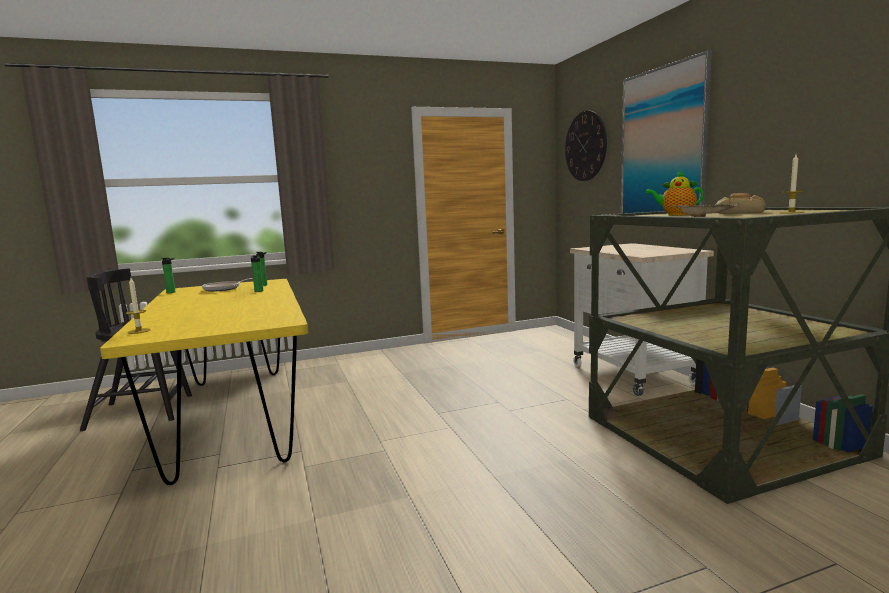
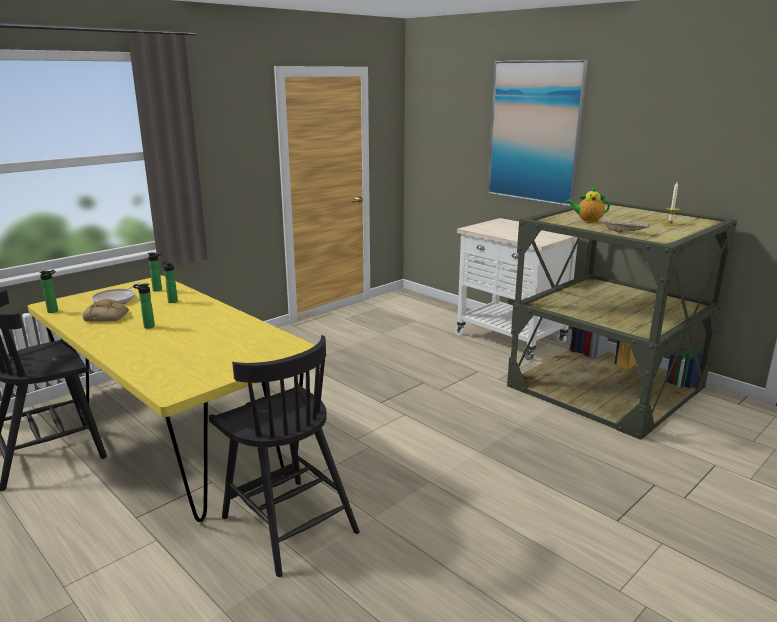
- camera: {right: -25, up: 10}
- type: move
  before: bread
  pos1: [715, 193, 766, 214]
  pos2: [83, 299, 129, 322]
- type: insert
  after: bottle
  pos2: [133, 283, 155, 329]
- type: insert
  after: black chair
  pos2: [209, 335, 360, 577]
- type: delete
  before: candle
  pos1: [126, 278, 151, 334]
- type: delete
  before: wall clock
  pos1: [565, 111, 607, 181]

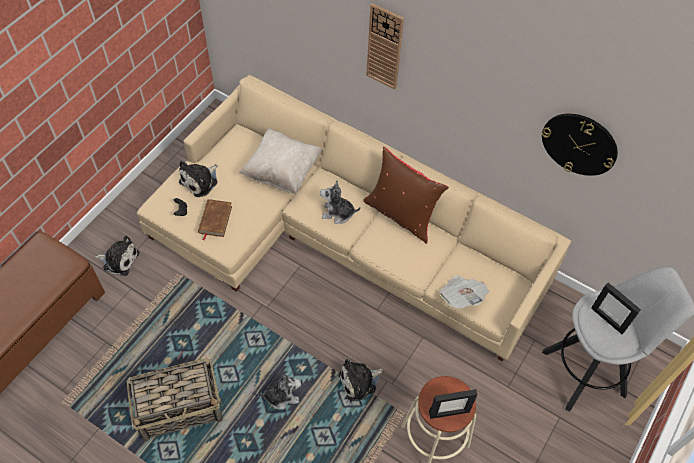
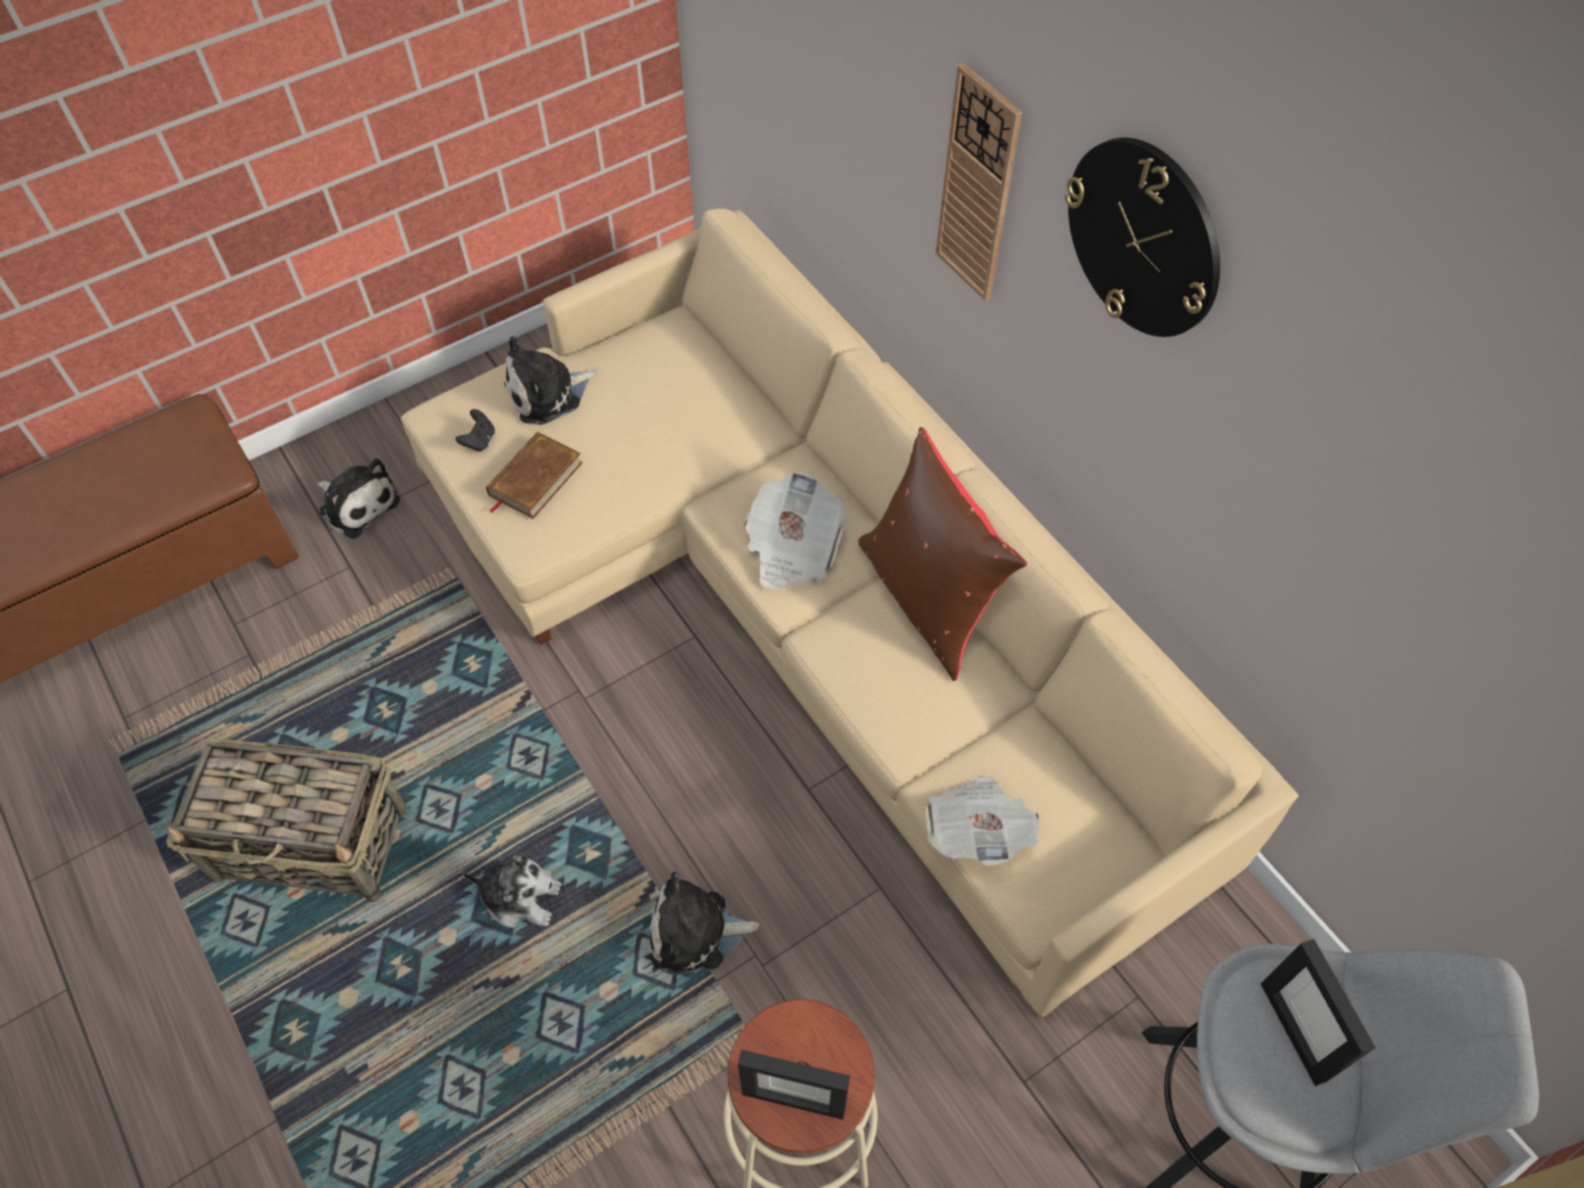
- camera: {right: 25, up: 0}
- type: replace
  before: plush toy
  after: newspaper
  pos1: [320, 180, 361, 224]
  pos2: [744, 471, 847, 589]
- type: move
  before: wall clock
  pos1: [542, 114, 618, 176]
  pos2: [1065, 138, 1220, 337]
- type: delete
  before: beige pillow
  pos1: [239, 128, 323, 194]

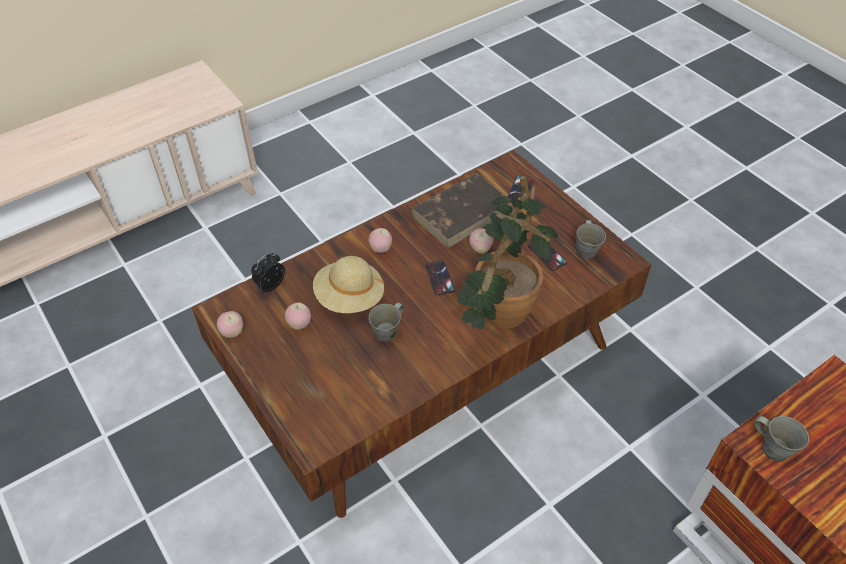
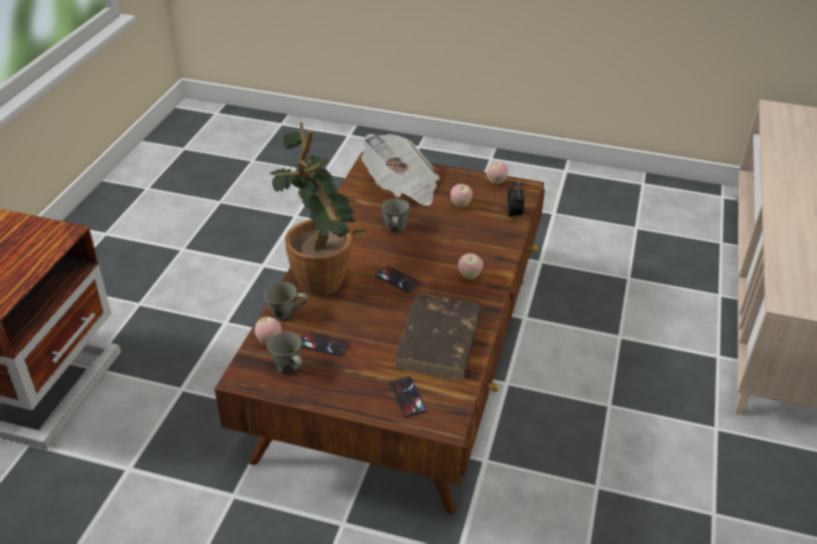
- camera: {right: 140, up: -10}
- type: move
  before: apple
  pos1: [469, 228, 493, 253]
  pos2: [255, 317, 282, 345]
- type: move
  before: grey mug
  pos1: [754, 416, 809, 462]
  pos2: [264, 282, 307, 321]
- type: insert
  after: newspaper
  pos2: [361, 134, 440, 206]
- type: delete
  before: beige hat
  pos1: [313, 256, 385, 313]

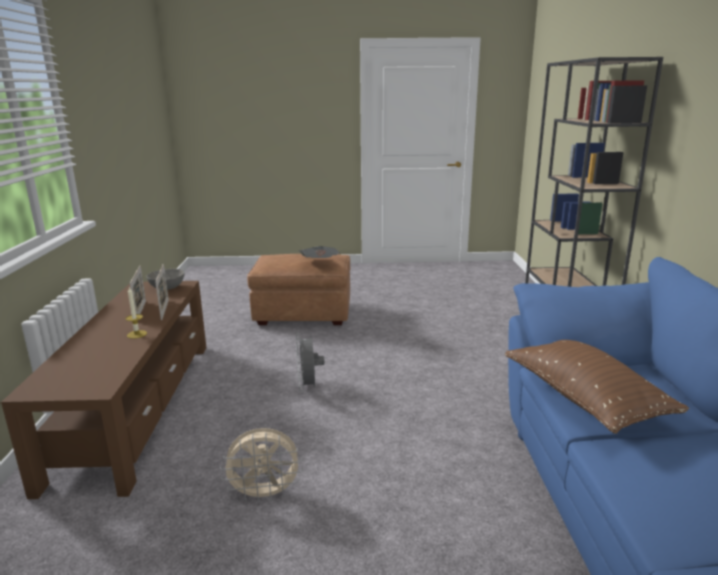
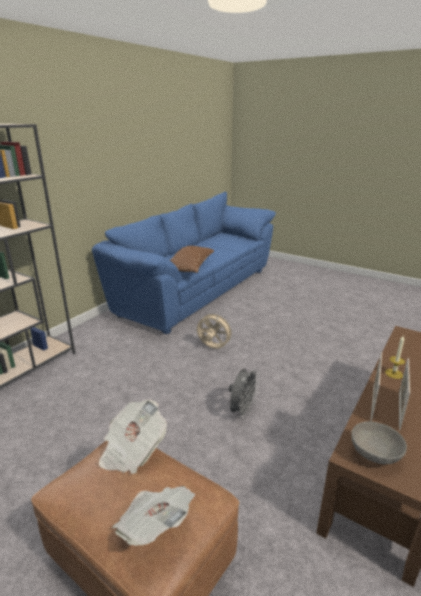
- camera: {right: -145, up: 5}
- type: insert
  after: newspaper
  pos2: [112, 486, 195, 546]
- type: move
  before: beige fan
  pos1: [220, 428, 303, 503]
  pos2: [197, 311, 234, 349]

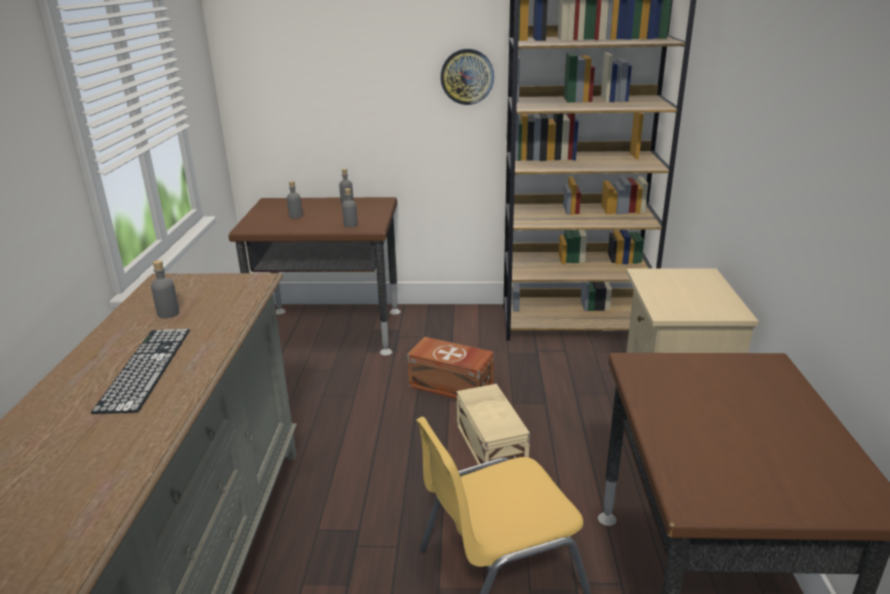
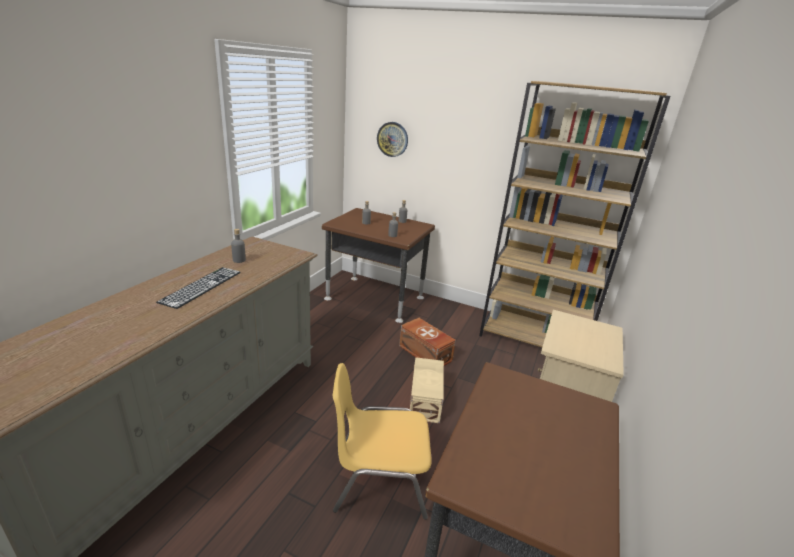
- camera: {right: 20, up: 0}
- type: move
  before: wall clock
  pos1: [440, 49, 494, 105]
  pos2: [377, 122, 408, 157]

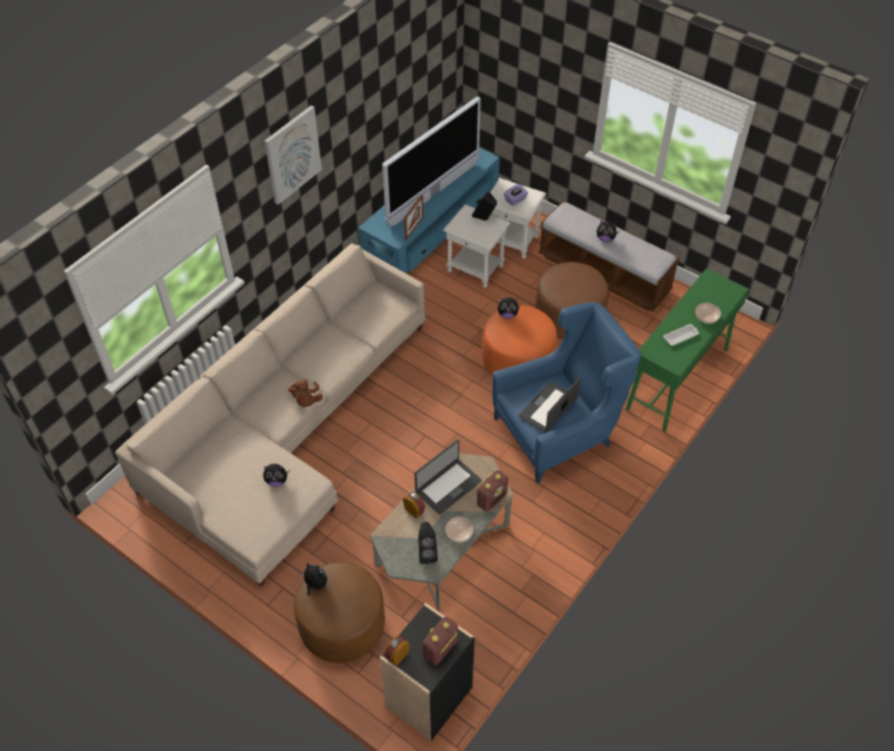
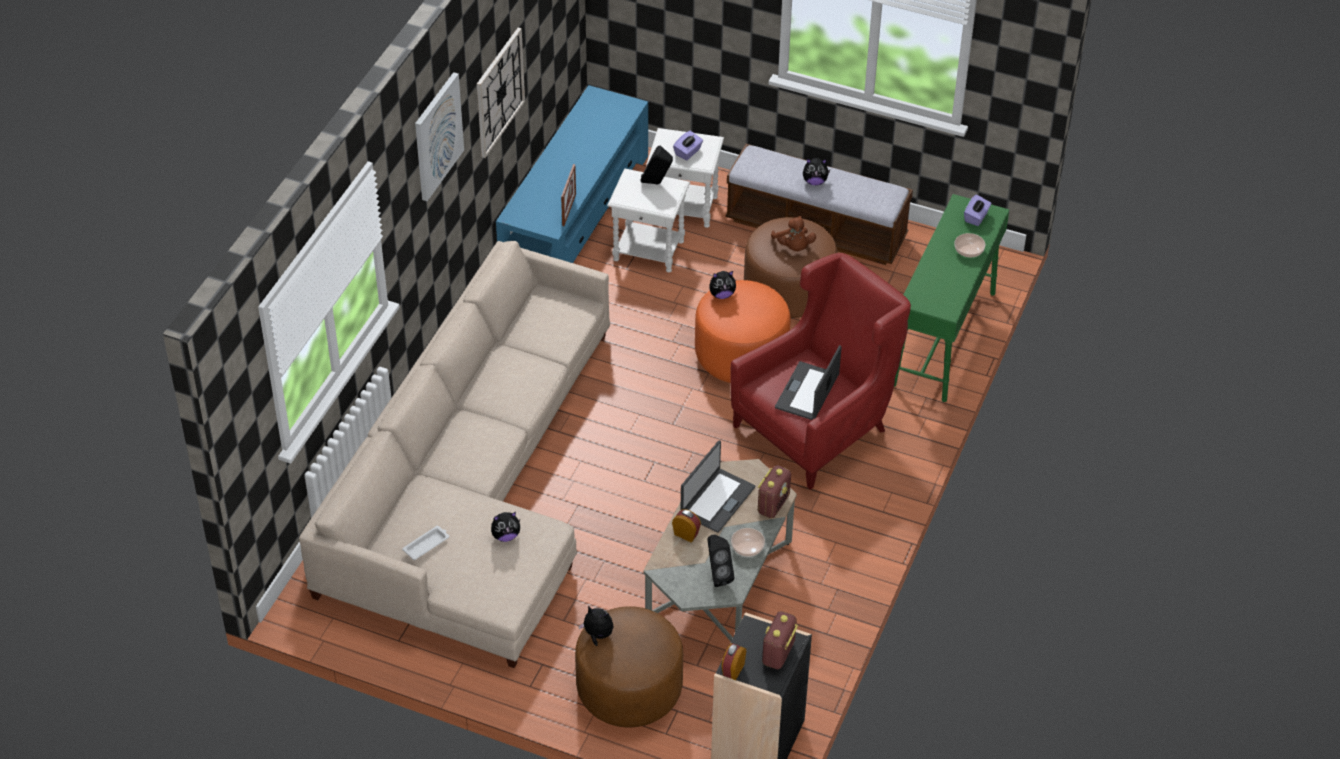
- camera: {right: -15, up: -5}
- type: move
  before: white tray
  pos1: [663, 324, 699, 346]
  pos2: [402, 526, 449, 560]
- type: insert
  after: wall clock
  pos2: [477, 28, 525, 158]
- type: recolor
  before: blue armchair
  after: red armchair
  pos1: [492, 302, 641, 484]
  pos2: [731, 253, 911, 490]
- type: move
  before: brown plush toy
  pos1: [288, 379, 323, 407]
  pos2: [771, 216, 816, 251]
- type: insert
  after: purple tissue box
  pos2: [964, 194, 991, 226]
- type: delete
  before: television
  pos1: [382, 97, 481, 226]

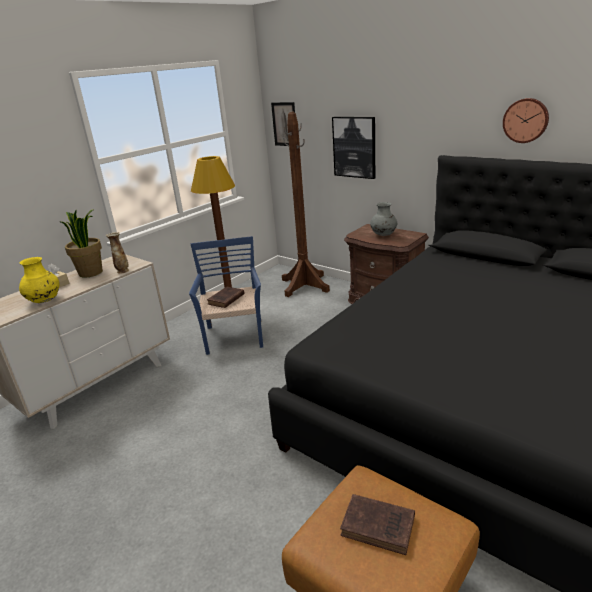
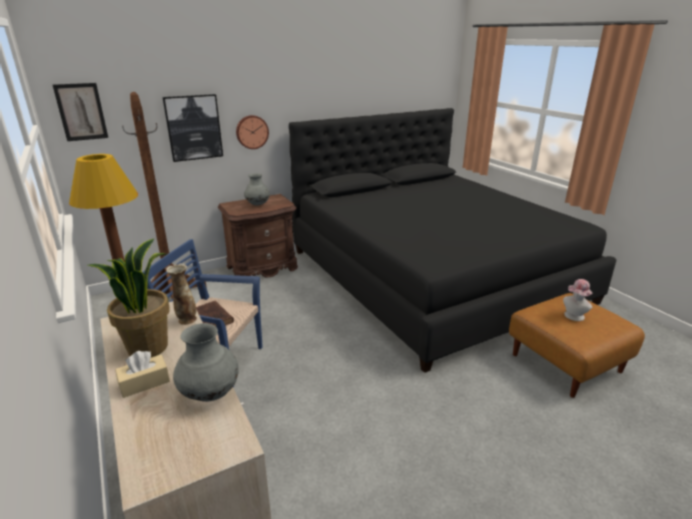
- camera: {right: -70, up: 0}
- type: recolor
  before: yellow vase
  after: grey vase
  pos1: [19, 257, 59, 303]
  pos2: [173, 323, 239, 402]
- type: move
  before: wall clock
  pos1: [503, 98, 549, 143]
  pos2: [236, 115, 269, 149]
- type: replace
  before: brown book
  after: hat
  pos1: [340, 494, 415, 555]
  pos2: [563, 279, 593, 321]

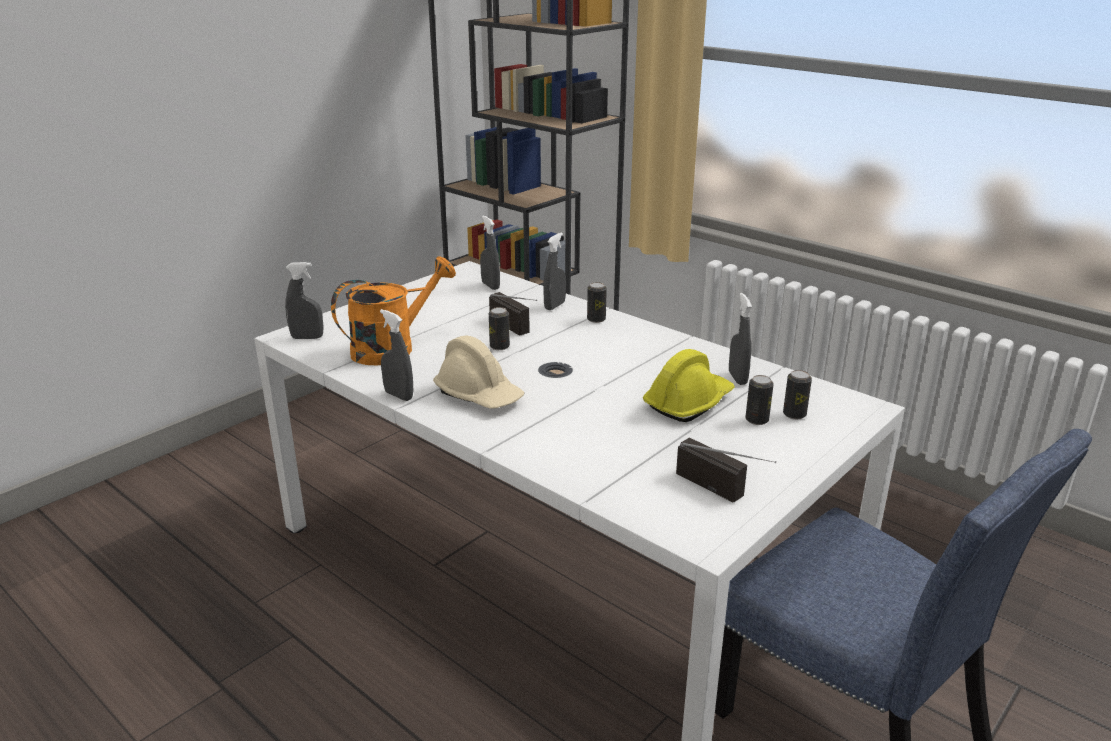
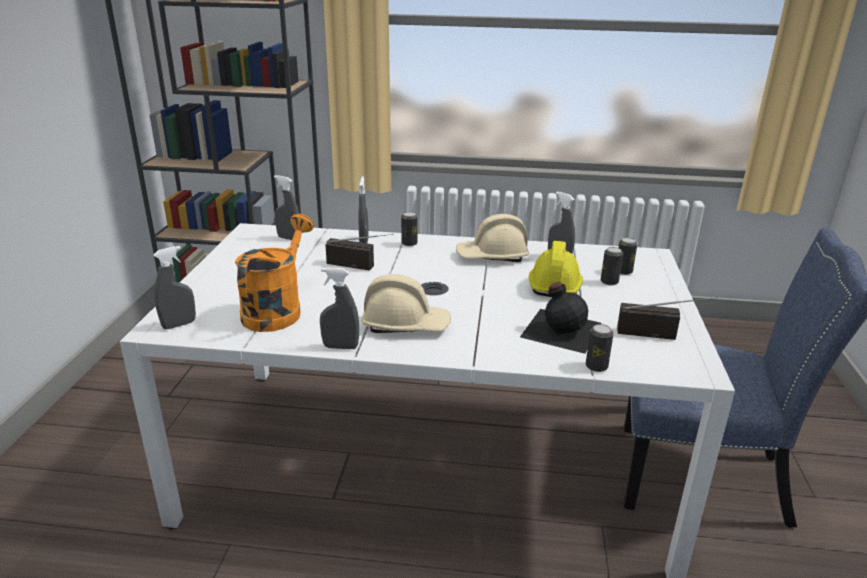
- camera: {right: -35, up: 0}
- type: insert
  after: beige hard hat
  pos2: [456, 214, 529, 262]
- type: insert
  after: black bottle
  pos2: [520, 282, 602, 354]
- type: move
  before: can
  pos1: [489, 307, 510, 350]
  pos2: [586, 324, 614, 372]

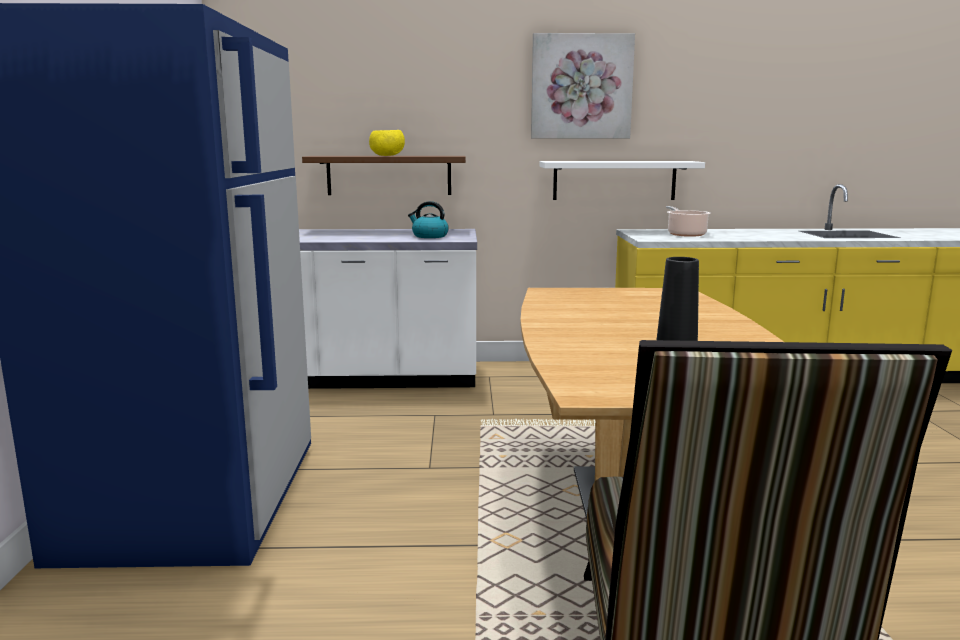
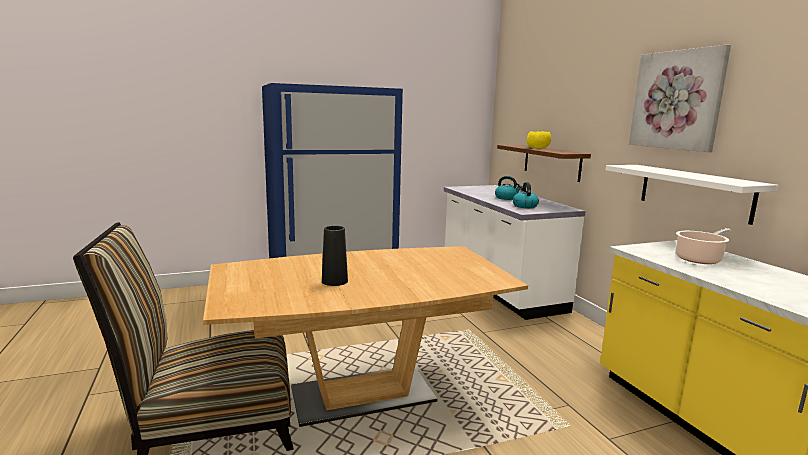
- camera: {right: 70, up: 0}
- type: insert
  after: kettle
  pos2: [495, 176, 522, 200]

